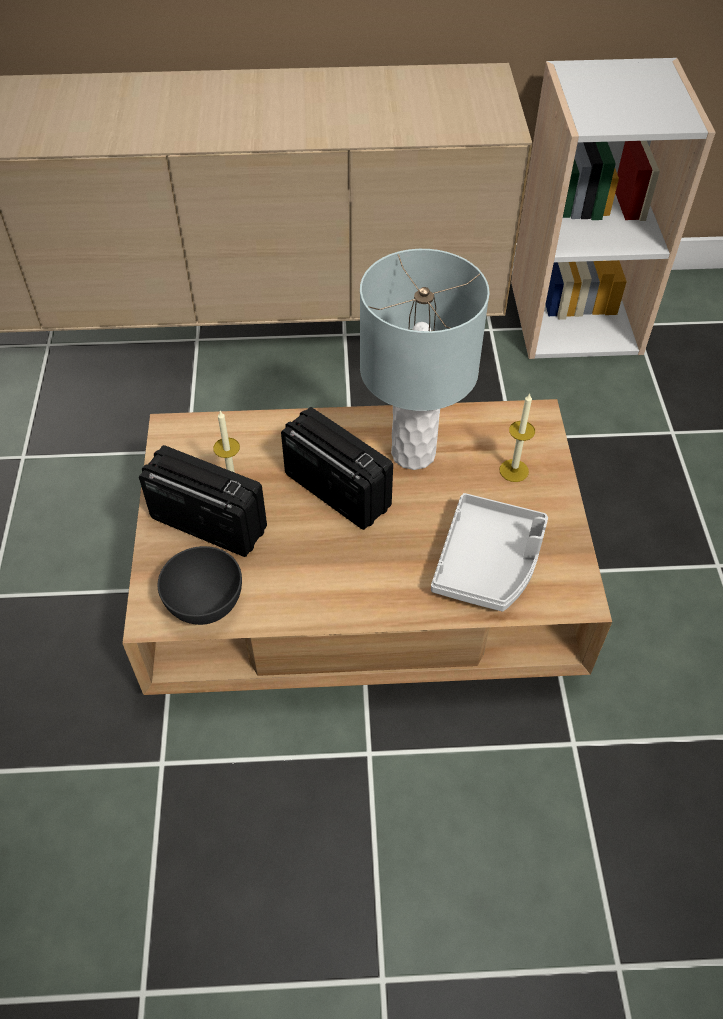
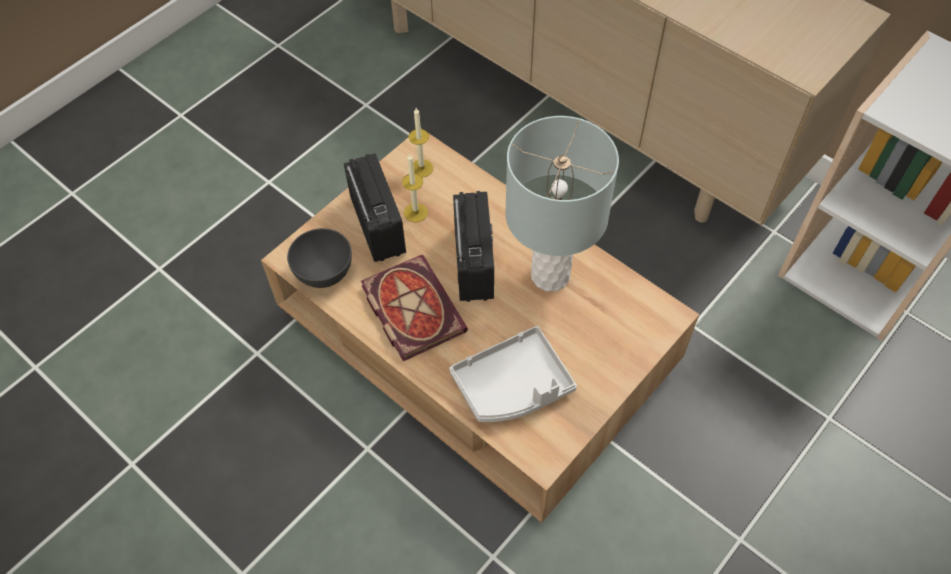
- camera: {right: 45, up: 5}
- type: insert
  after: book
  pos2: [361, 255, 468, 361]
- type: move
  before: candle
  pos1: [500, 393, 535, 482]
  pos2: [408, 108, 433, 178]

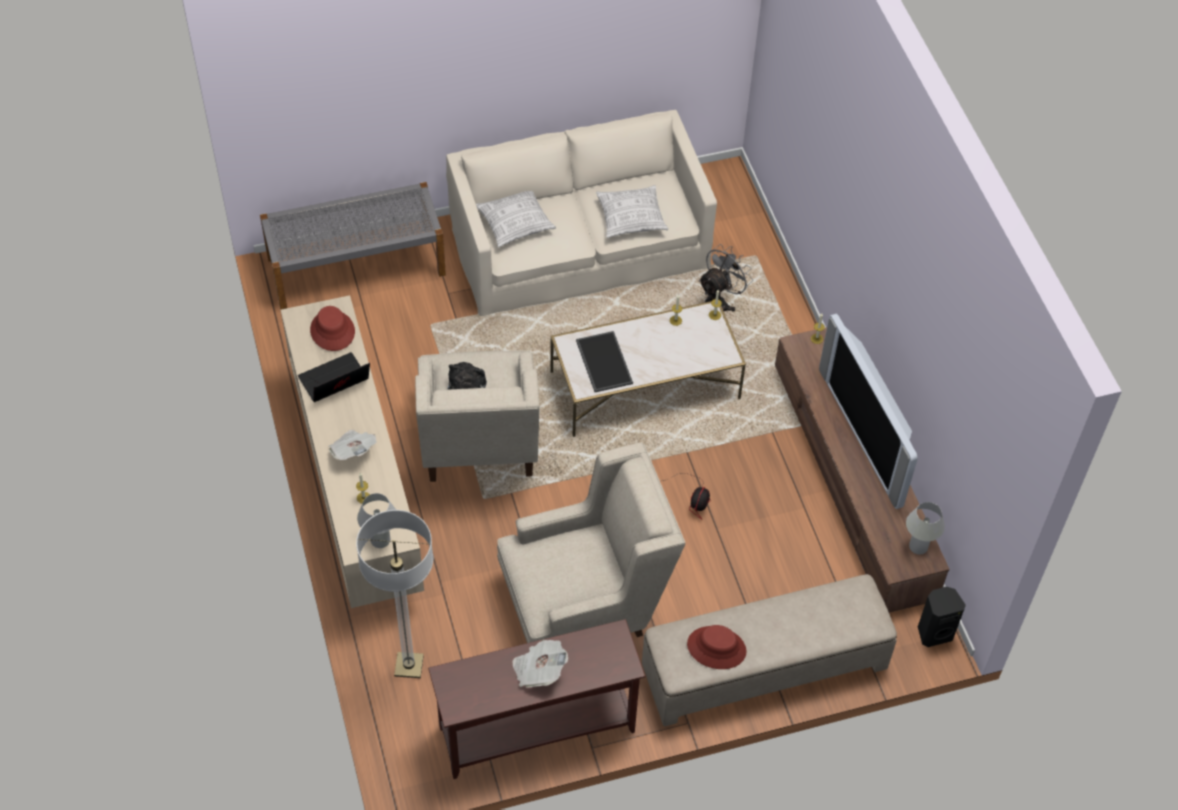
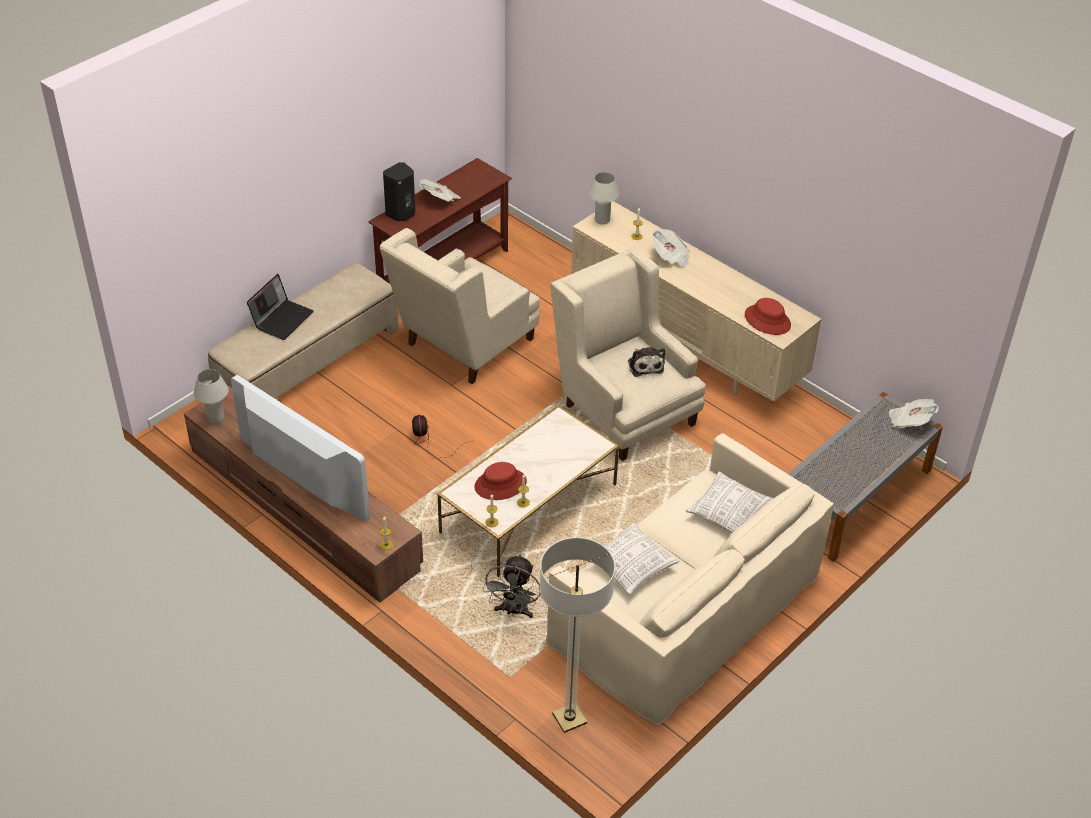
- camera: {right: 150, up: -10}
- type: move
  before: laptop
  pos1: [298, 352, 370, 402]
  pos2: [247, 274, 314, 340]
- type: move
  before: black speaker
  pos1: [918, 587, 966, 647]
  pos2: [383, 162, 415, 222]
- type: move
  before: red hat
  pos1: [687, 625, 746, 669]
  pos2: [474, 462, 527, 500]
- type: move
  before: floor lamp
  pos1: [356, 510, 433, 678]
  pos2: [539, 537, 615, 733]
- type: insert
  after: newspaper
  pos2: [889, 399, 938, 427]
- type: delete
  before: tray
  pos1: [576, 331, 633, 392]

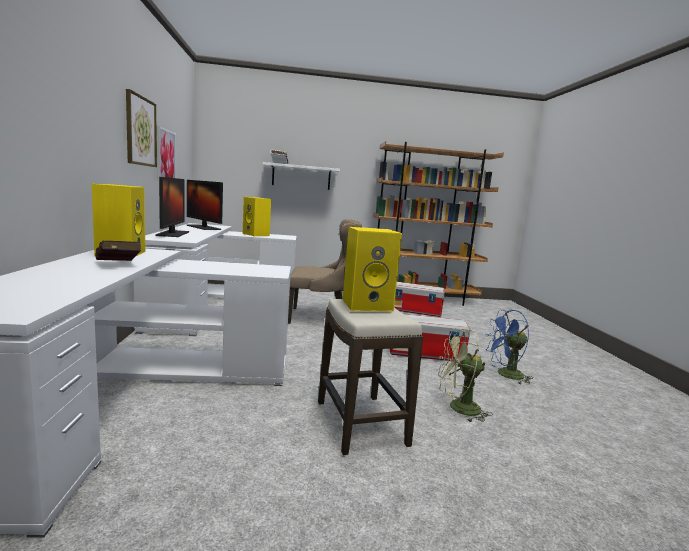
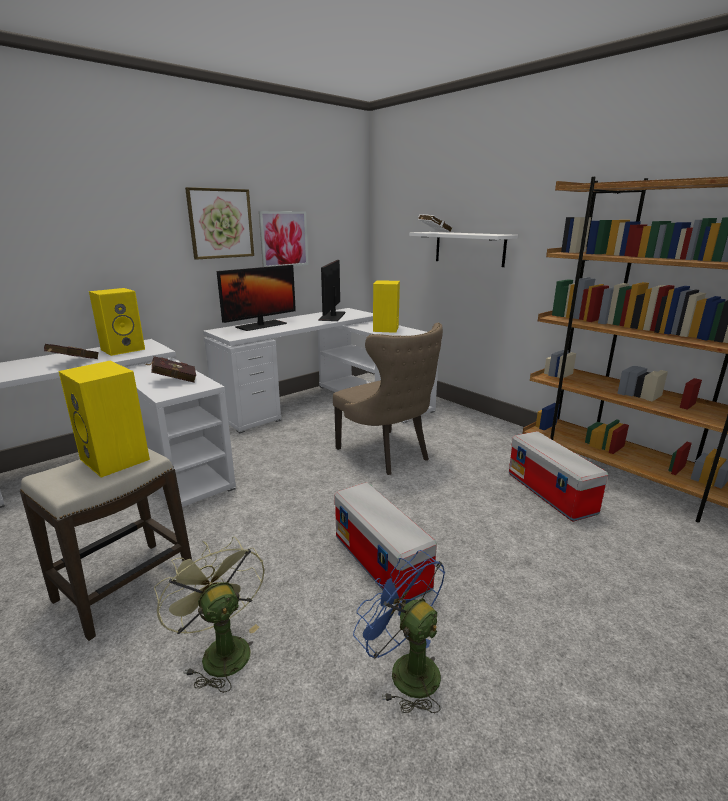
- camera: {right: 55, up: 10}
- type: insert
  after: red book
  pos2: [145, 356, 196, 383]

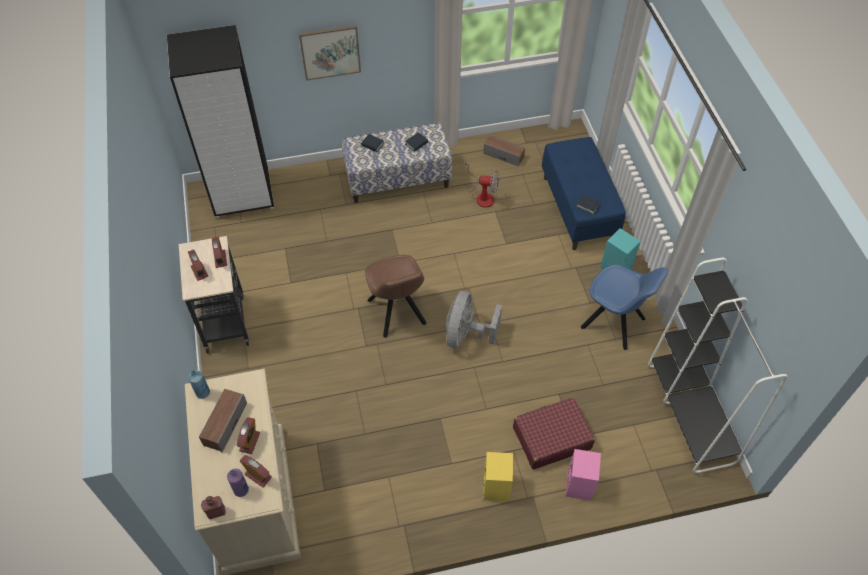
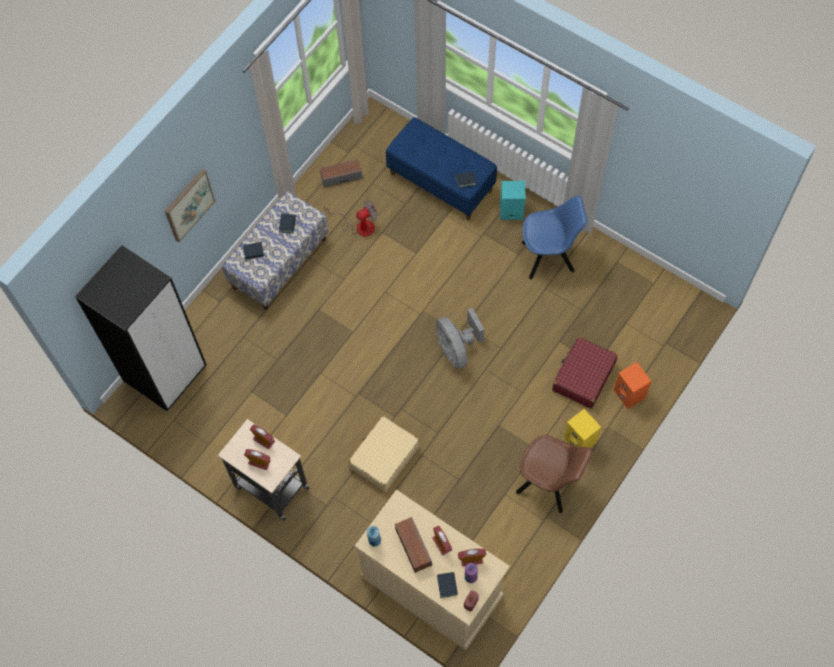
- camera: {right: -40, up: 10}
- type: insert
  after: beige suitcase
  pos2: [348, 416, 420, 492]
- type: insert
  after: book
  pos2: [437, 572, 458, 598]
- type: move
  before: brown chair
  pos1: [365, 255, 427, 338]
  pos2: [516, 435, 592, 513]
- type: recolor
  before: pink speaker
  after: orange speaker
  pos1: [565, 449, 601, 501]
  pos2: [613, 362, 652, 409]
- type: delete
  before: black clothes rack
  pos1: [648, 258, 788, 473]

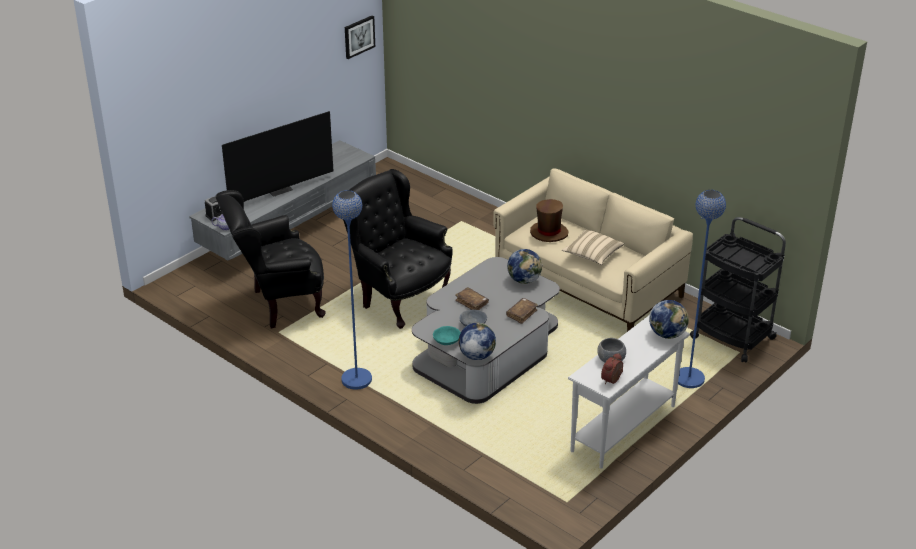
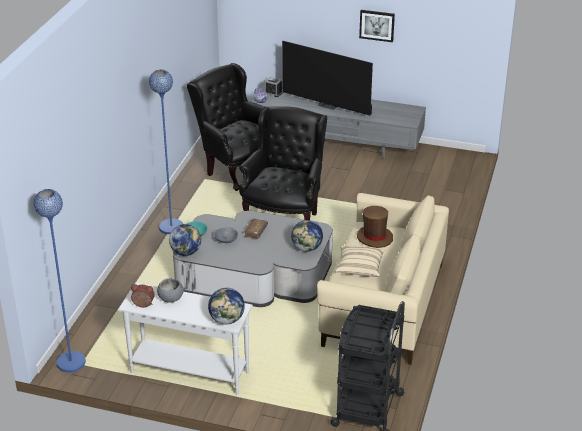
- camera: {right: 65, up: 0}
- type: move
  before: blue floor lamp
  pos1: [678, 190, 726, 388]
  pos2: [34, 189, 86, 373]
- type: move
  before: picture
  pos1: [345, 15, 375, 59]
  pos2: [359, 10, 395, 42]
- type: delete
  before: brown book
  pos1: [506, 298, 538, 324]

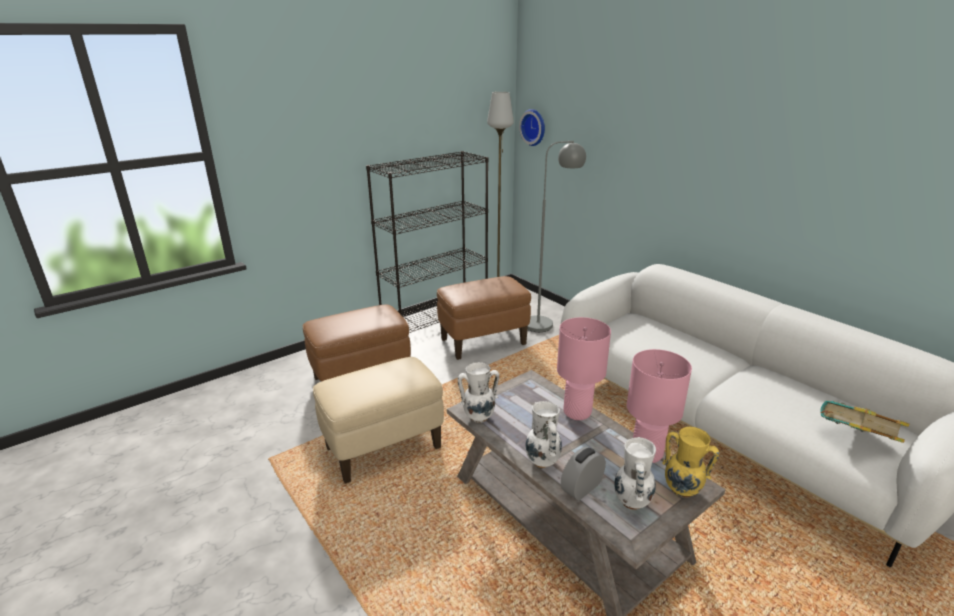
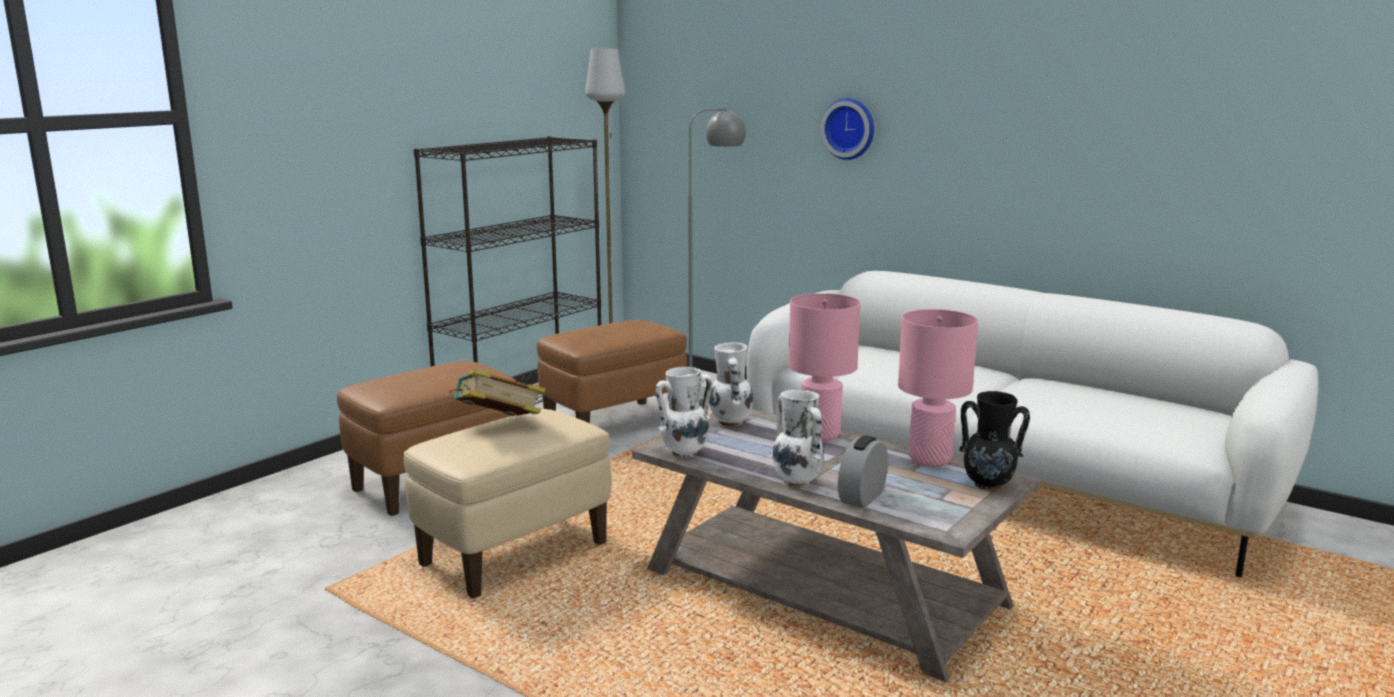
- camera: {right: -15, up: -10}
- type: move
  before: book
  pos1: [820, 401, 909, 443]
  pos2: [449, 369, 545, 416]
- type: move
  before: white vase
  pos1: [614, 437, 656, 510]
  pos2: [709, 342, 753, 427]
- type: move
  before: wall clock
  pos1: [519, 109, 545, 146]
  pos2: [820, 98, 874, 160]
- type: recolor
  before: yellow vase
  after: black vase
  pos1: [662, 427, 719, 498]
  pos2: [959, 391, 1030, 490]

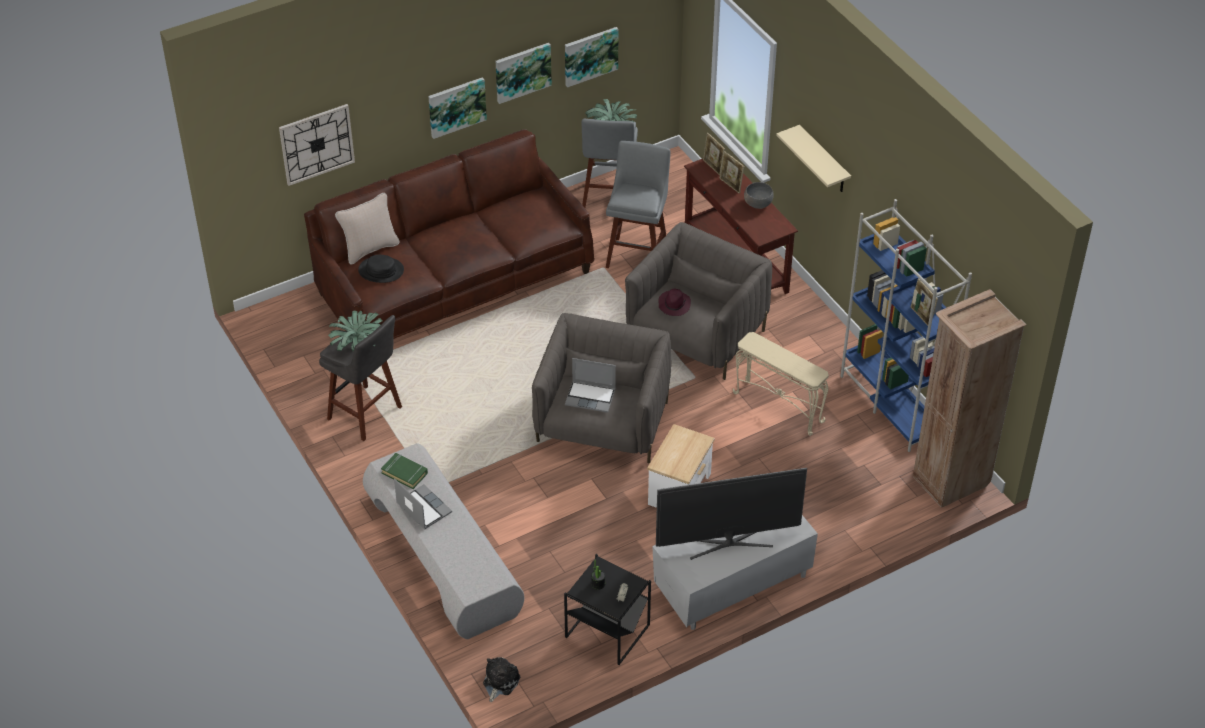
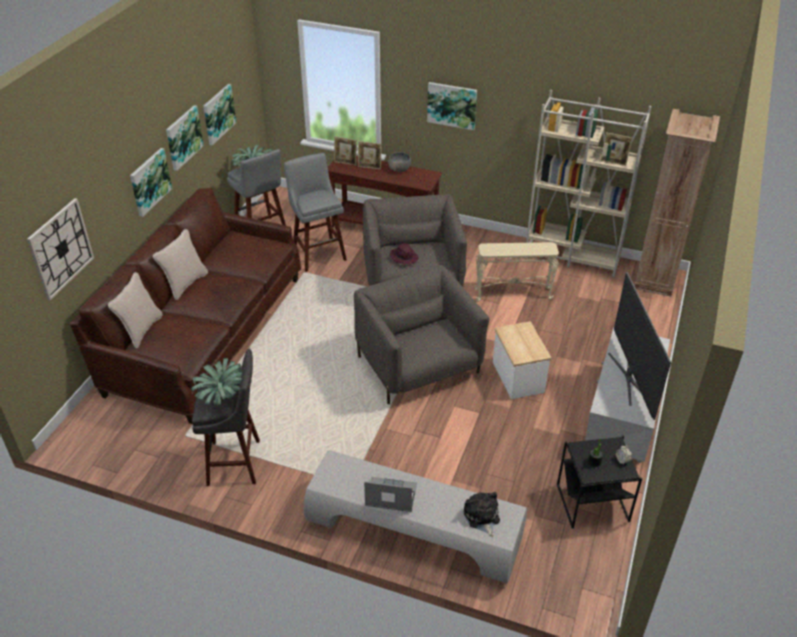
- camera: {right: -40, up: -5}
- type: insert
  after: beige pillow
  pos2: [153, 229, 208, 300]
- type: replace
  before: beige shelf
  after: picture
  pos1: [776, 125, 851, 192]
  pos2: [427, 82, 477, 130]
- type: move
  before: plush toy
  pos1: [483, 657, 520, 702]
  pos2: [464, 492, 500, 537]
- type: recolor
  before: blue bookcase
  after: beige bookcase
  pos1: [840, 199, 972, 452]
  pos2: [524, 90, 652, 278]
- type: rotate
  before: television
  pos1: [656, 468, 807, 560]
  pos2: [608, 272, 671, 420]
  turn: 135
- type: delete
  before: black hat
  pos1: [358, 255, 404, 283]
- type: delete
  before: green book
  pos1: [381, 453, 428, 489]
- type: delete
  before: laptop
  pos1: [565, 358, 616, 413]

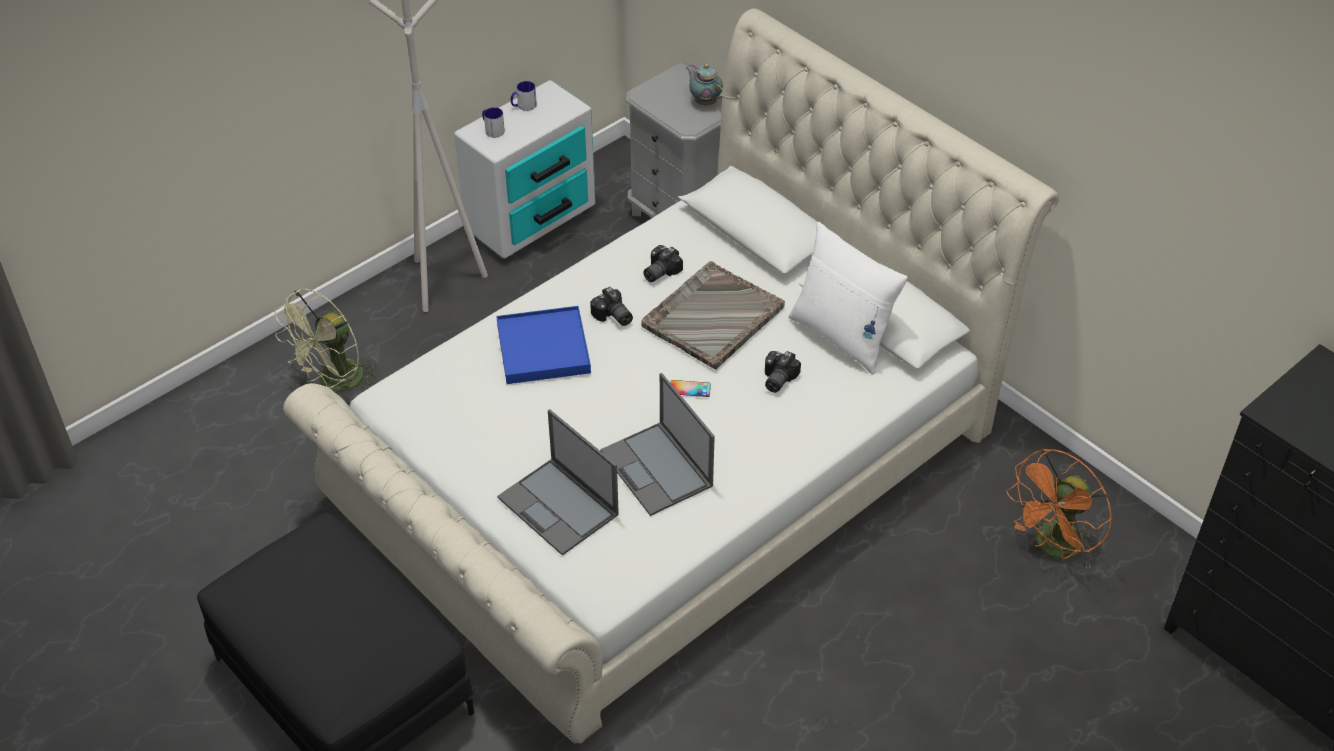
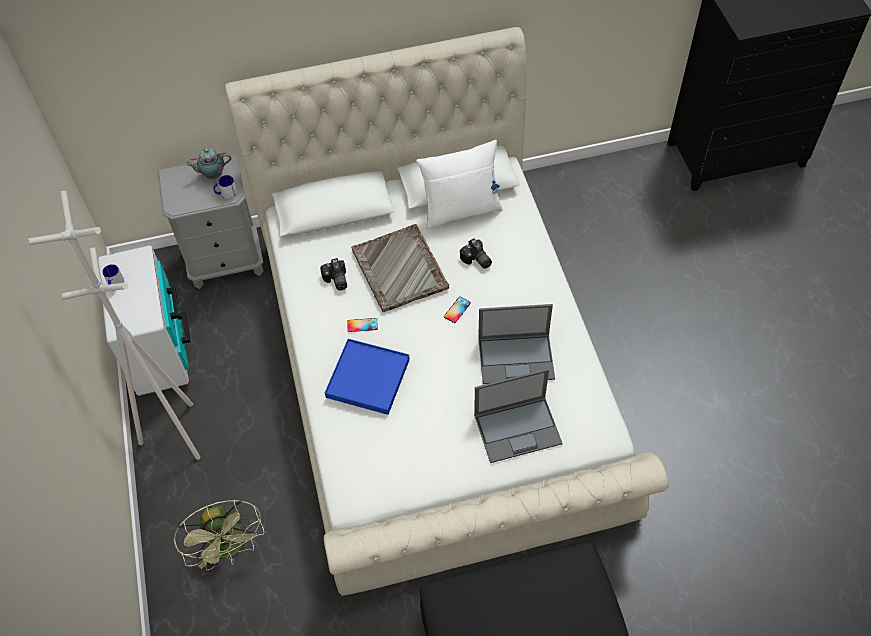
- camera: {right: -60, up: 10}
- type: move
  before: mug
  pos1: [482, 107, 505, 138]
  pos2: [213, 175, 237, 199]
- type: replace
  before: photo camera
  after: phone
  pos1: [590, 287, 633, 326]
  pos2: [347, 318, 378, 332]
- type: delete
  before: orange fan
  pos1: [1006, 448, 1112, 569]

